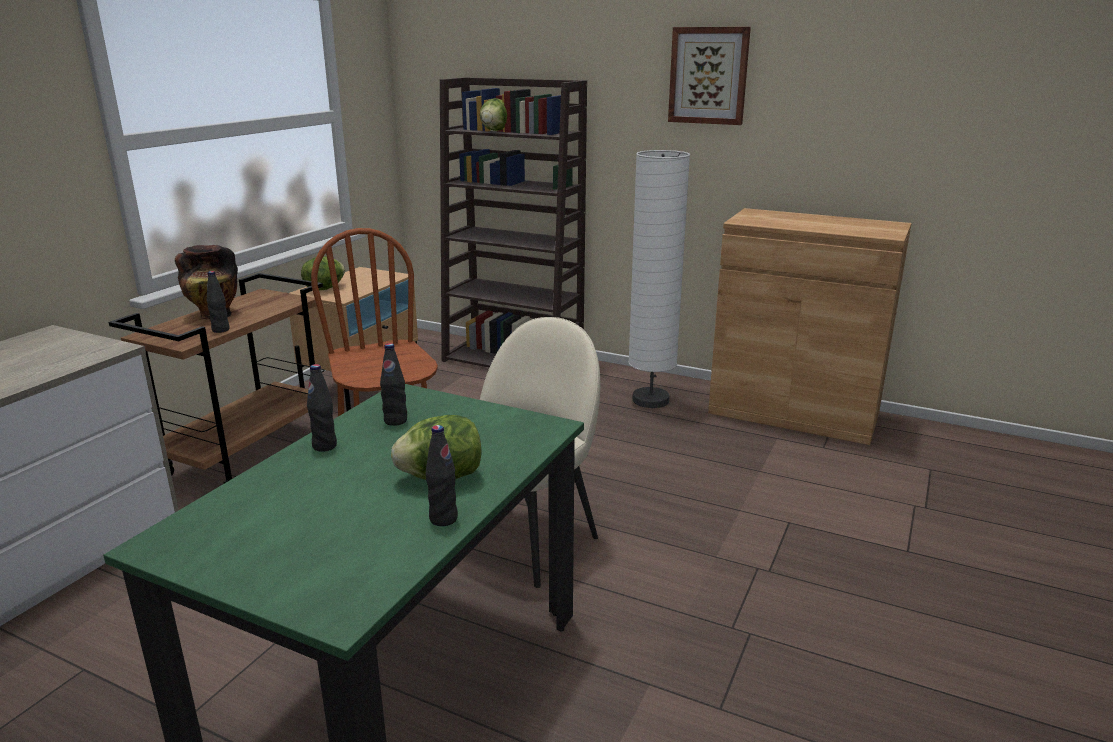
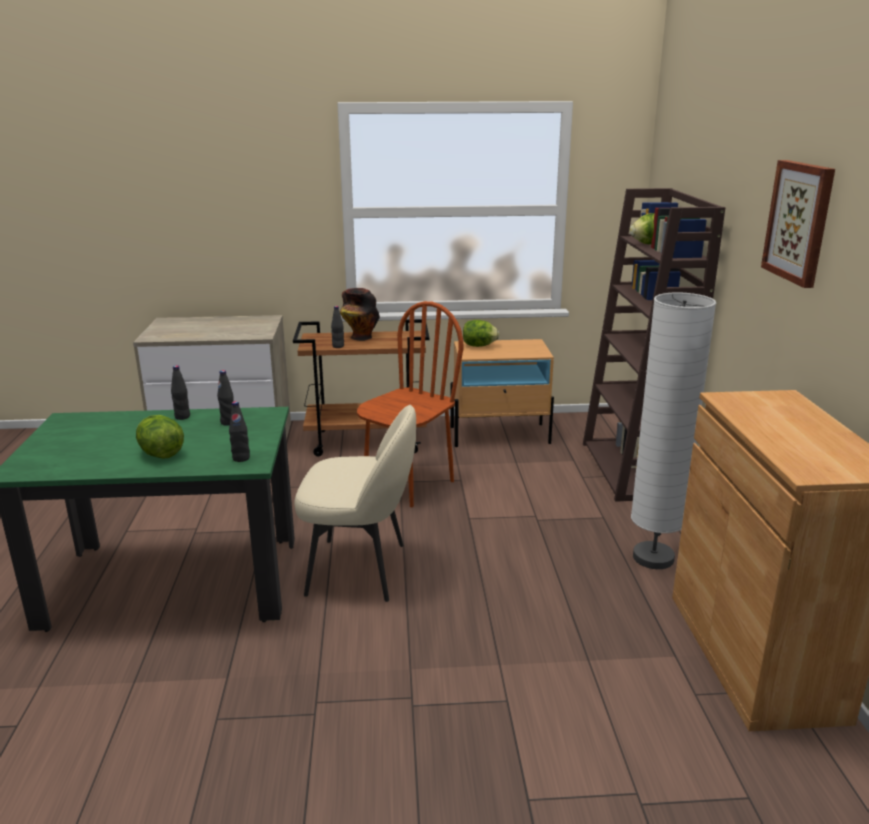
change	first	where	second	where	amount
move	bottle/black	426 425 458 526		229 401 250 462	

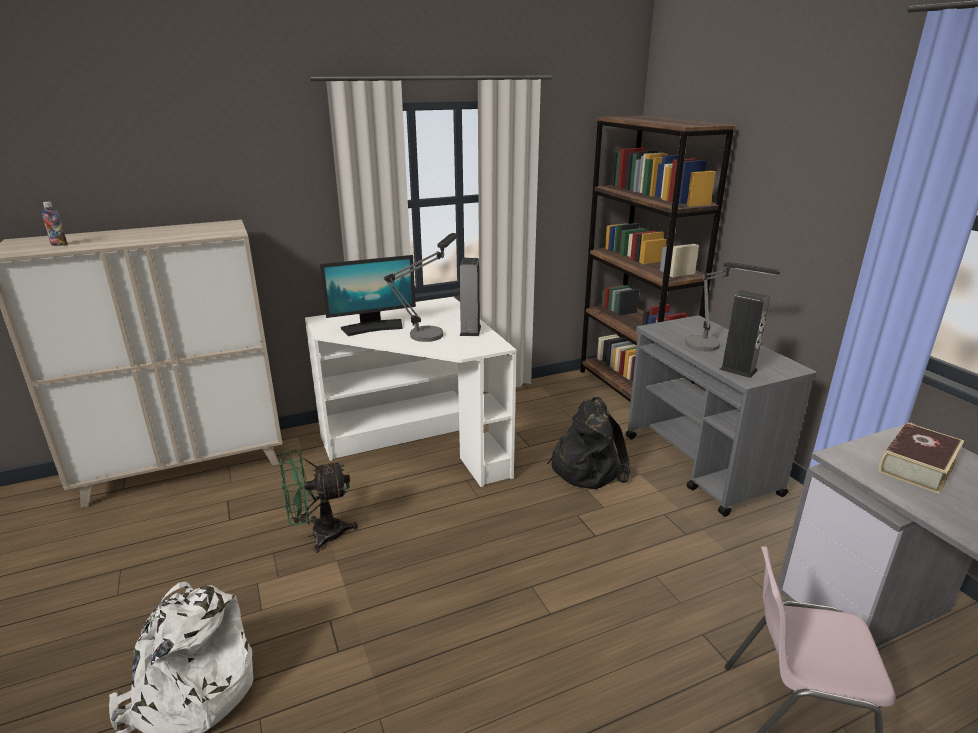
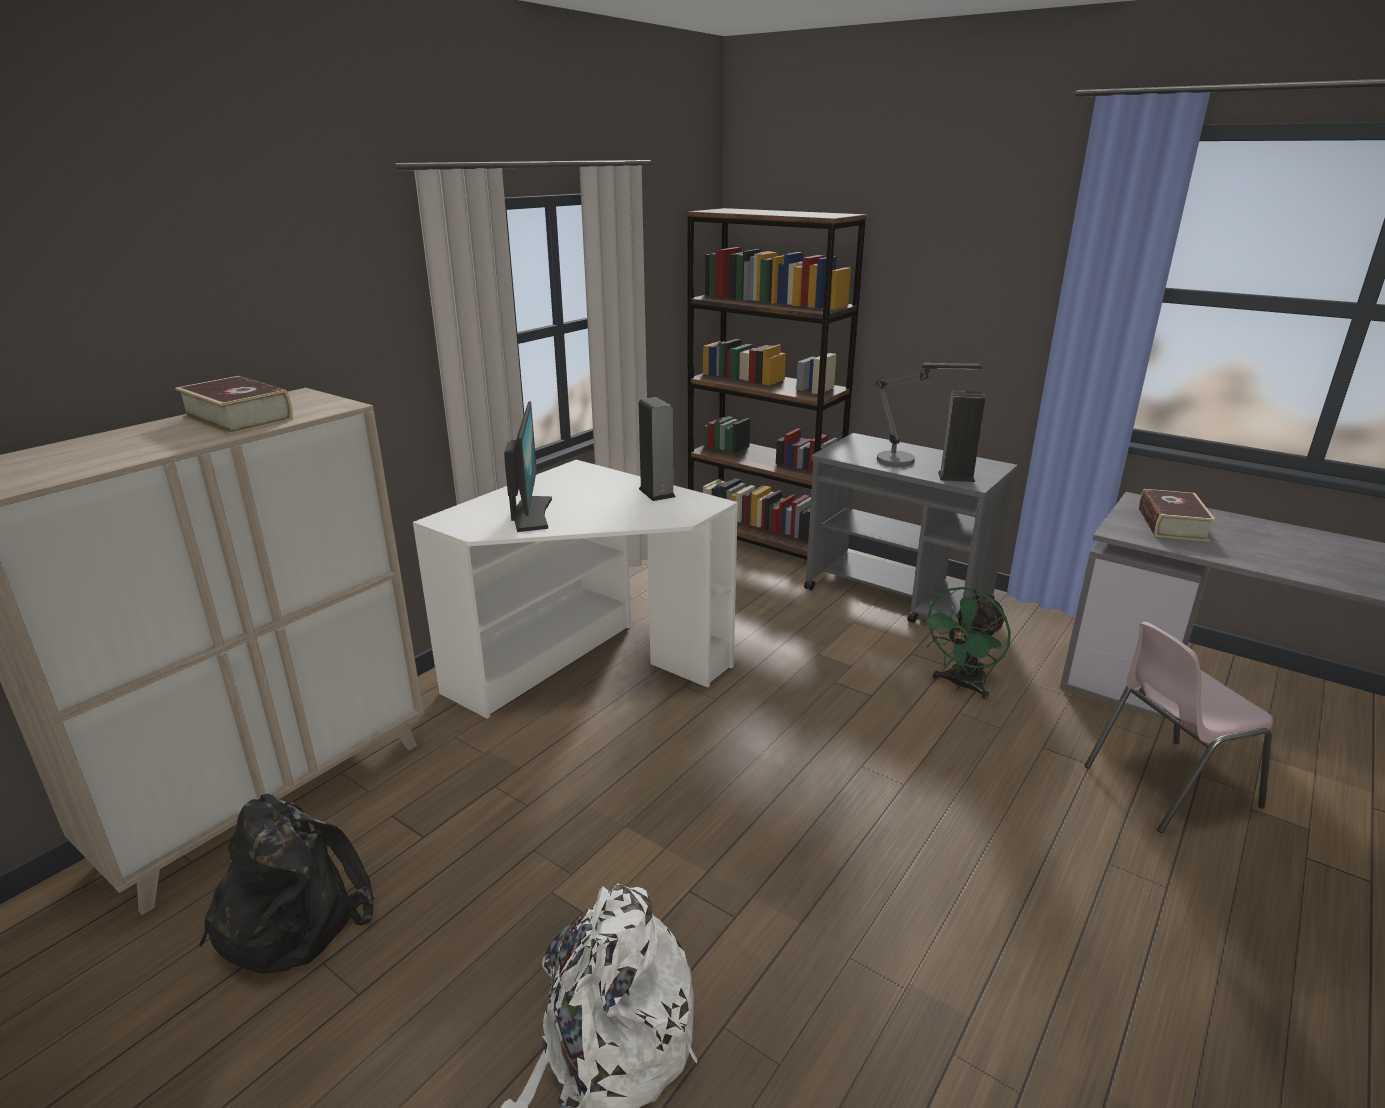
change	first	where	second	where	amount
delete	bottle	42 202 67 246			
move	fan/green	280 448 358 553		920 587 1011 699	
rotate	monitor	320 255 416 336		504 401 552 532	45 degrees counterclockwise
delete	table lamp	384 233 458 342			
move	backpack/black	547 397 630 489		199 794 374 974	
insert			book	175 376 293 435	

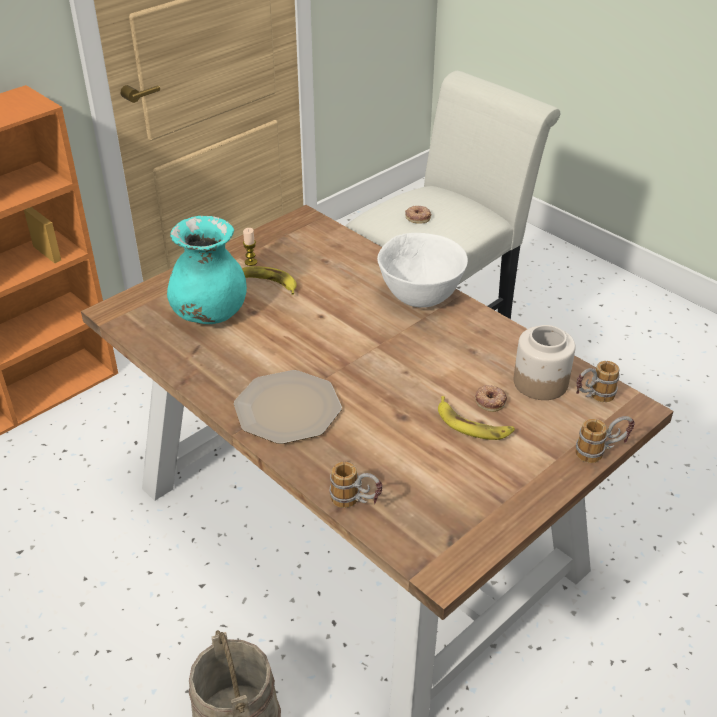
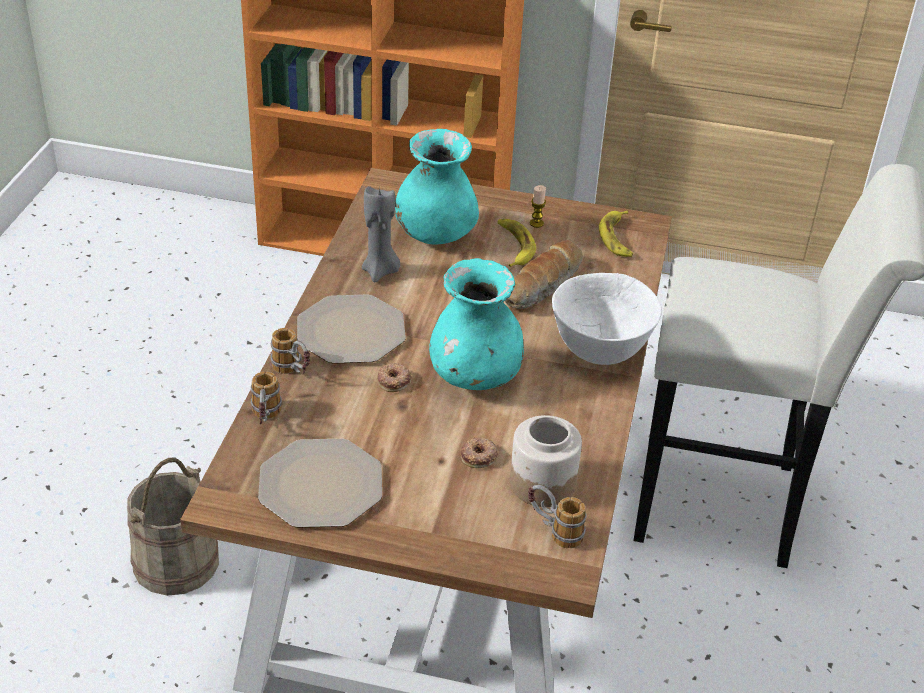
change	first	where	second	where	amount
move	donut	405 206 431 224		377 363 412 392	
move	banana	438 396 515 440		599 211 633 257	
move	mug	575 416 635 463		271 328 310 374	
insert			plate	258 439 382 528	
insert			candle/grey	362 185 400 283	
insert			vase/turquoise	429 258 524 390	
insert			bread	505 240 583 309	

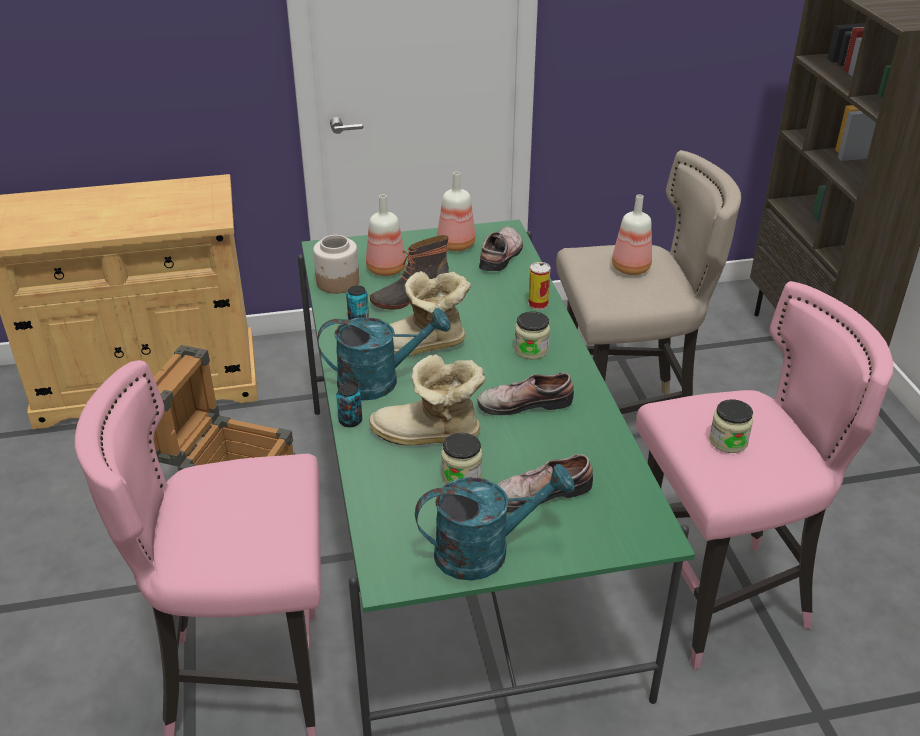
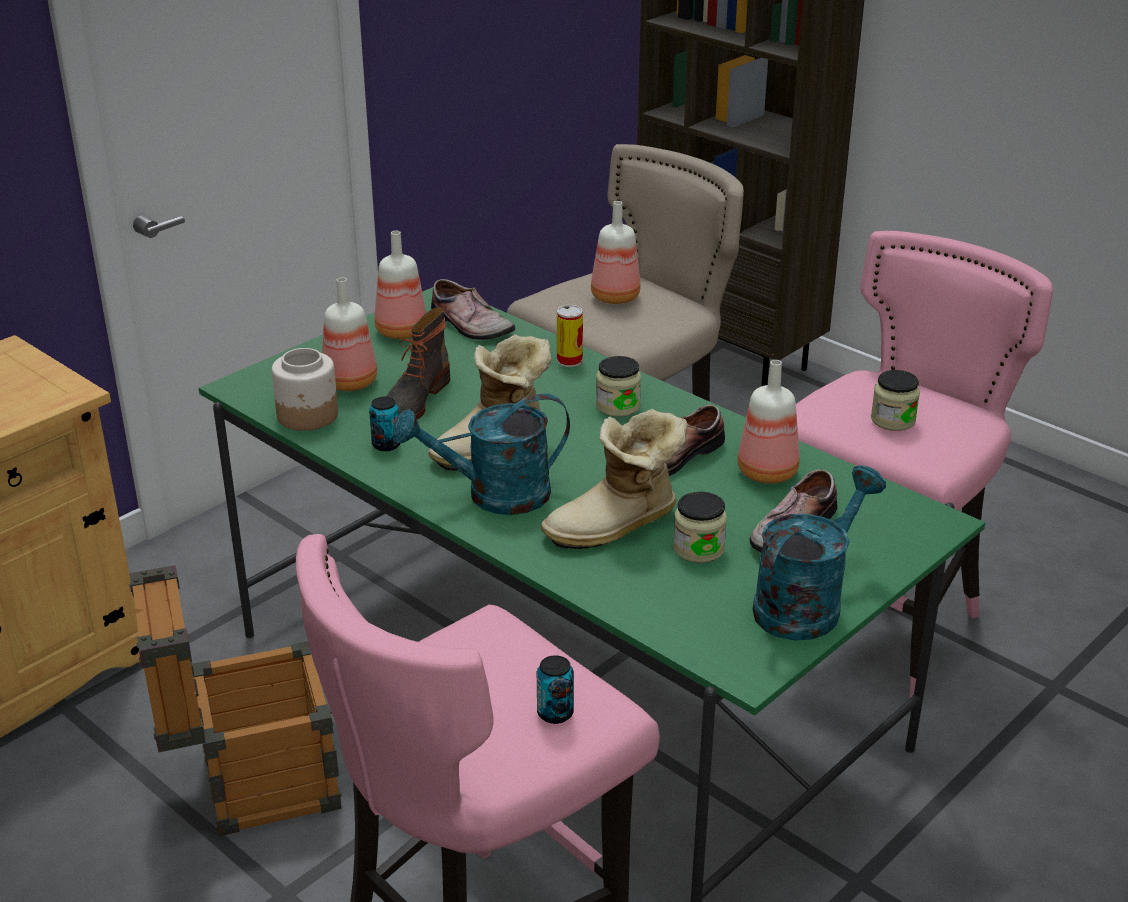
change	first	where	second	where	amount
rotate	watering can/turquoise	317 308 451 401		393 393 570 515	150 degrees counterclockwise
move	can	336 383 362 427		537 655 574 724	
rotate	shoe	479 227 523 271		431 279 515 340	150 degrees clockwise
insert			bottle	737 360 800 484	

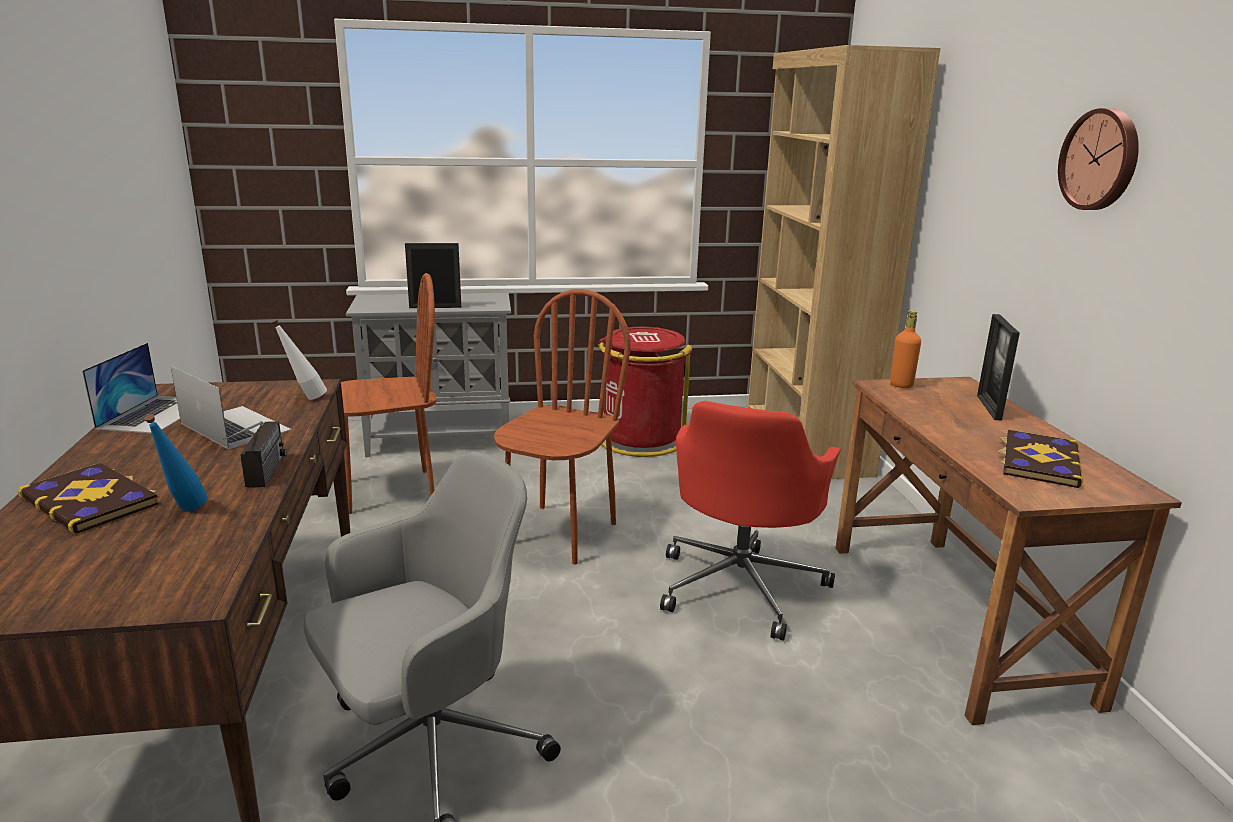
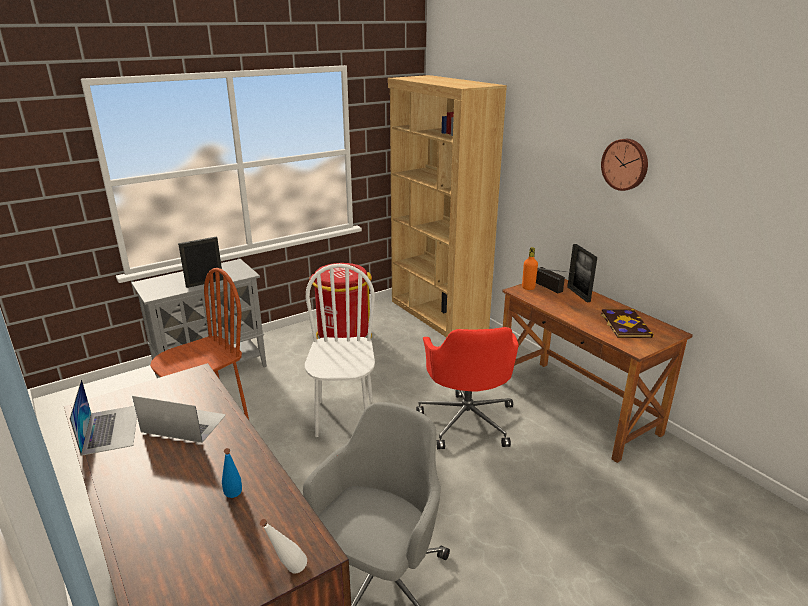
change	first	where	second	where	amount
delete	book	18 463 159 534			
move	radio	223 421 286 488		536 267 575 293	
move	bottle/white	271 319 327 400		260 519 307 574	
recolor	chair/brown	494 289 631 564	chair/white	305 264 375 437	

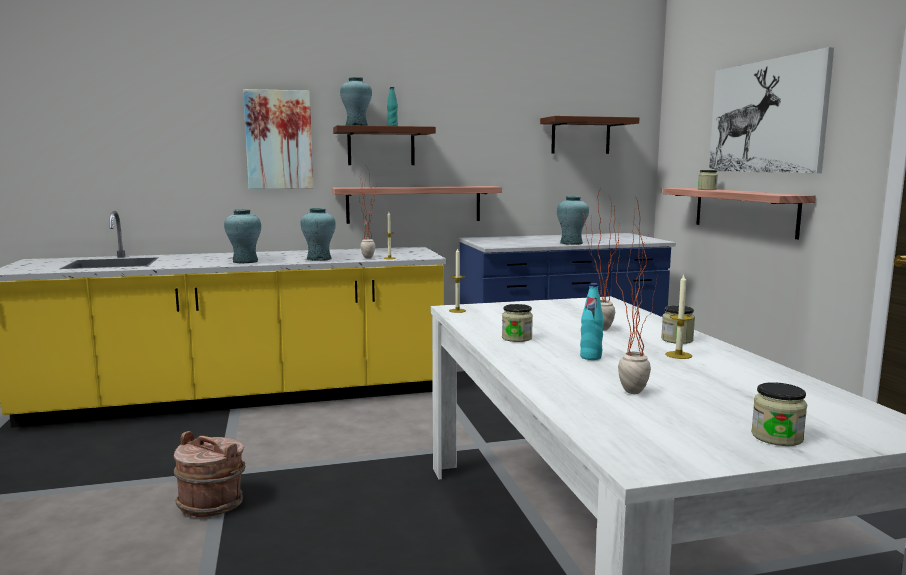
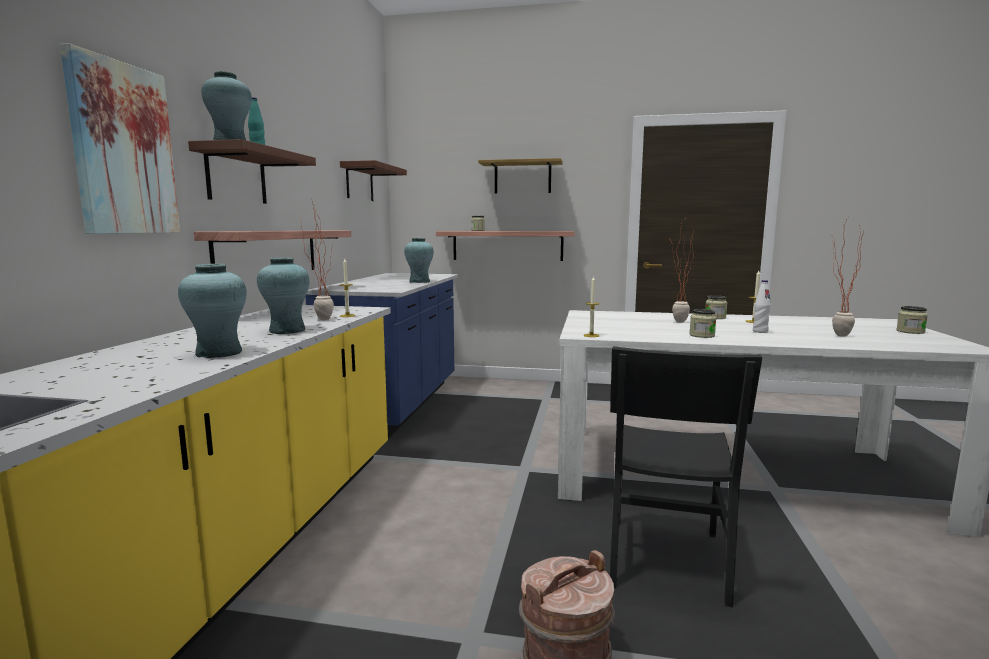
change	first	where	second	where	amount
recolor	bottle/turquoise	580 283 604 360	bottle/white	753 280 771 333	
replace	picture	709 47 834 173	shelf	478 158 563 194	
insert			chair/black	610 346 762 607	

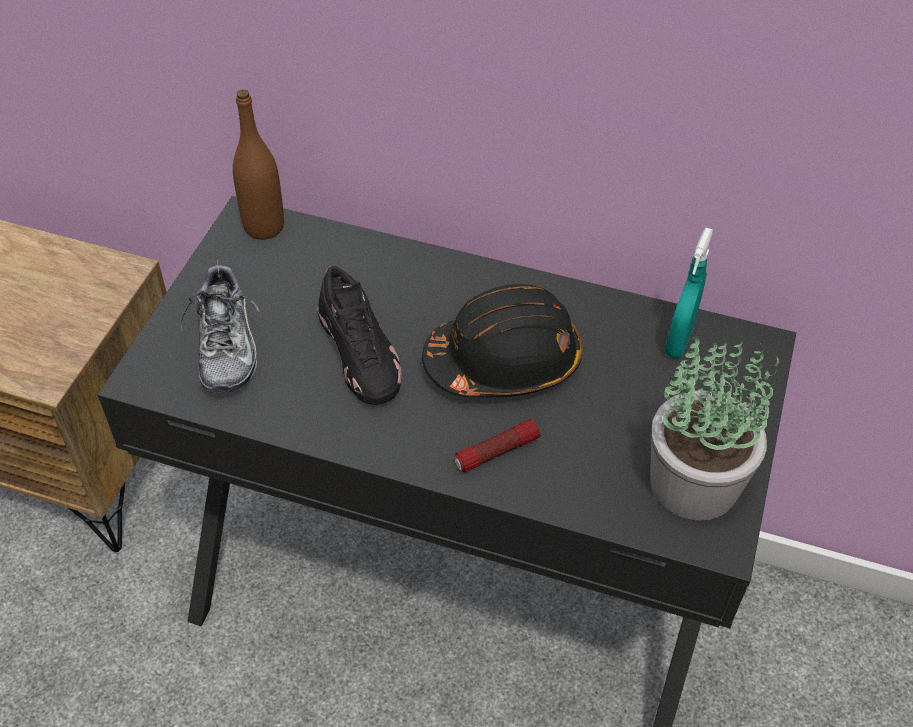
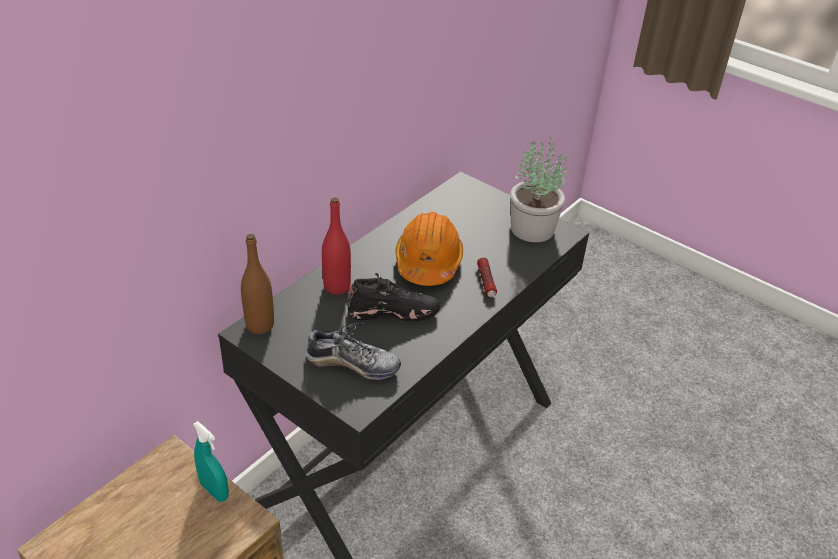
change	first	where	second	where	amount
recolor	hard hat/black	422 284 582 398	hard hat/orange	395 212 463 286	
move	spray bottle/turquoise	665 227 713 358		193 421 229 502	
insert			bottle/red	322 197 351 295	

